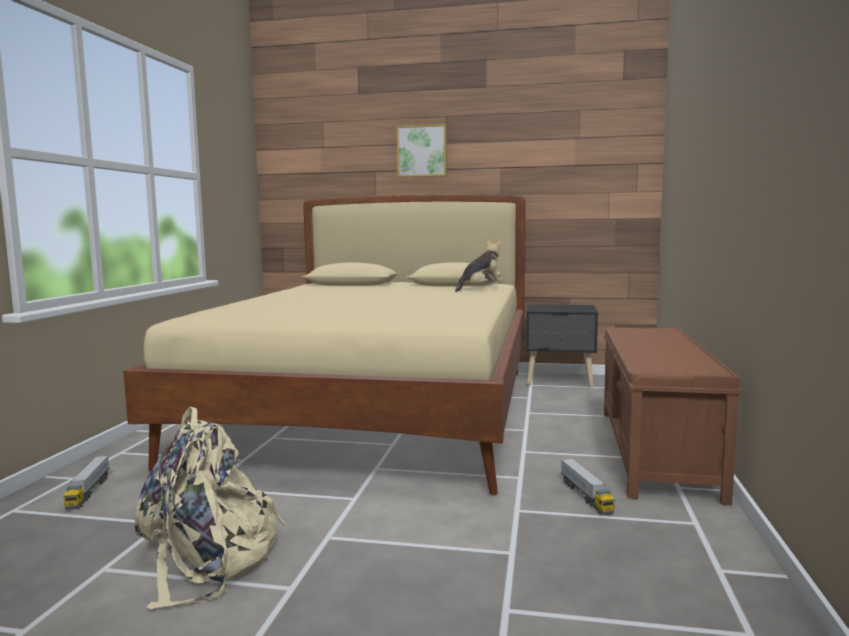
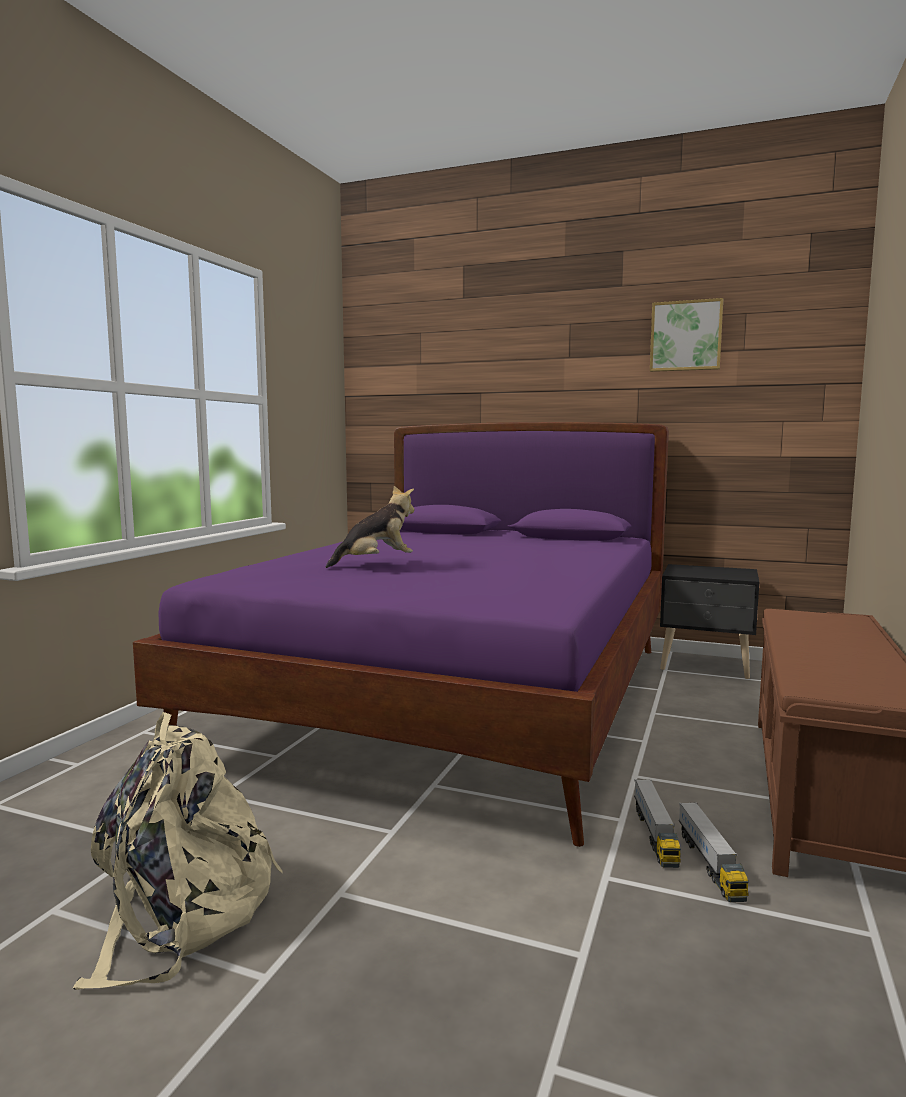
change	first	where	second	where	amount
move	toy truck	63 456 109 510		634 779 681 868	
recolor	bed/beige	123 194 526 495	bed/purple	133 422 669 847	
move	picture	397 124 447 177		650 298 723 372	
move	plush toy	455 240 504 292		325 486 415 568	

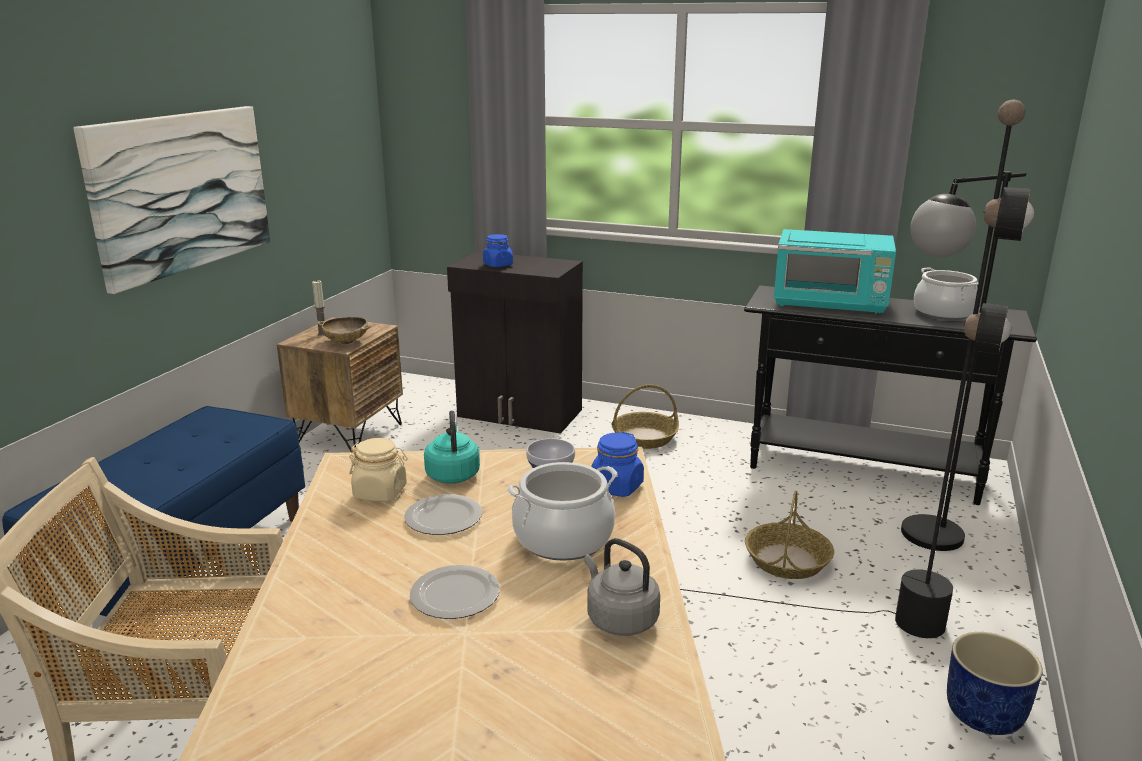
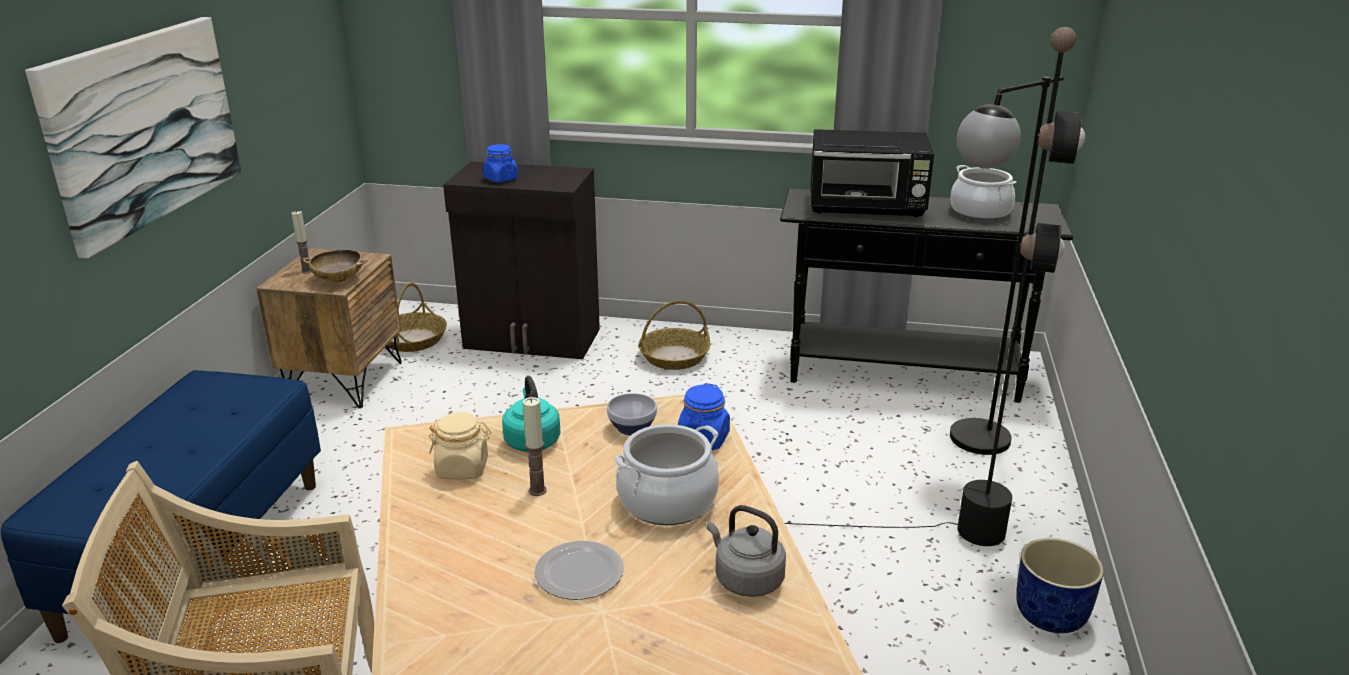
change	first	where	second	where	amount
replace	plate	404 494 482 535	candle	523 397 547 496	
move	basket	745 491 834 579		387 283 447 352	
recolor	microwave/turquoise	774 229 896 314	microwave/black	811 129 934 218	

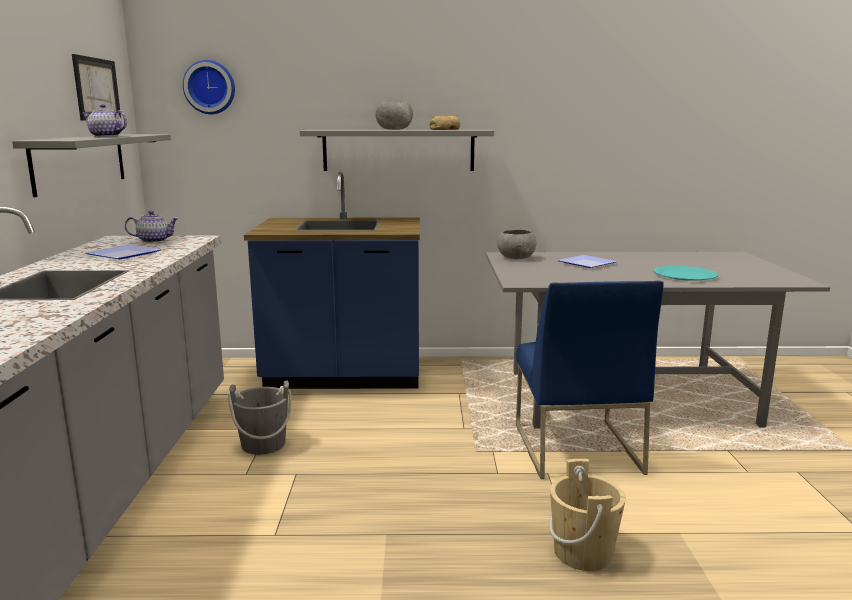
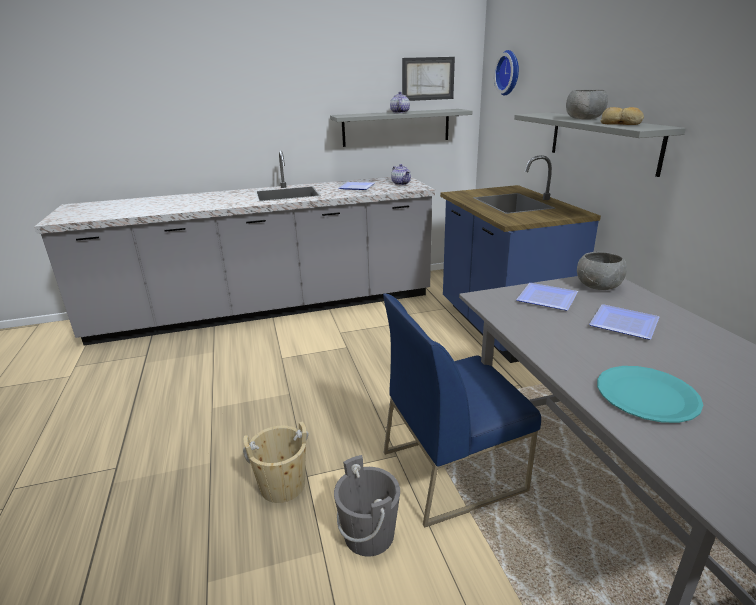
change	first	where	second	where	amount
move	bucket/grey	228 381 292 455		334 455 400 557	
insert			plate	516 283 578 311	

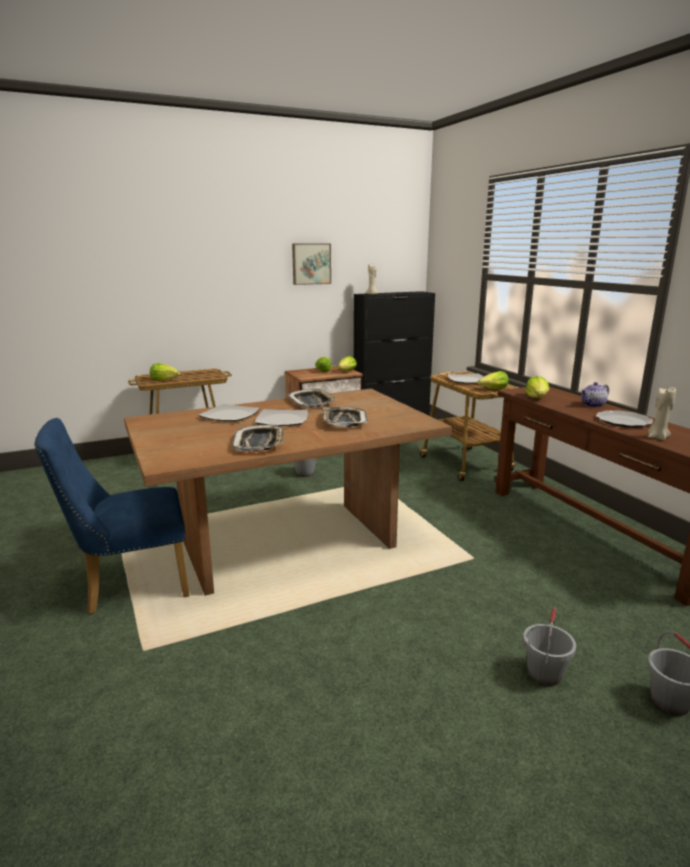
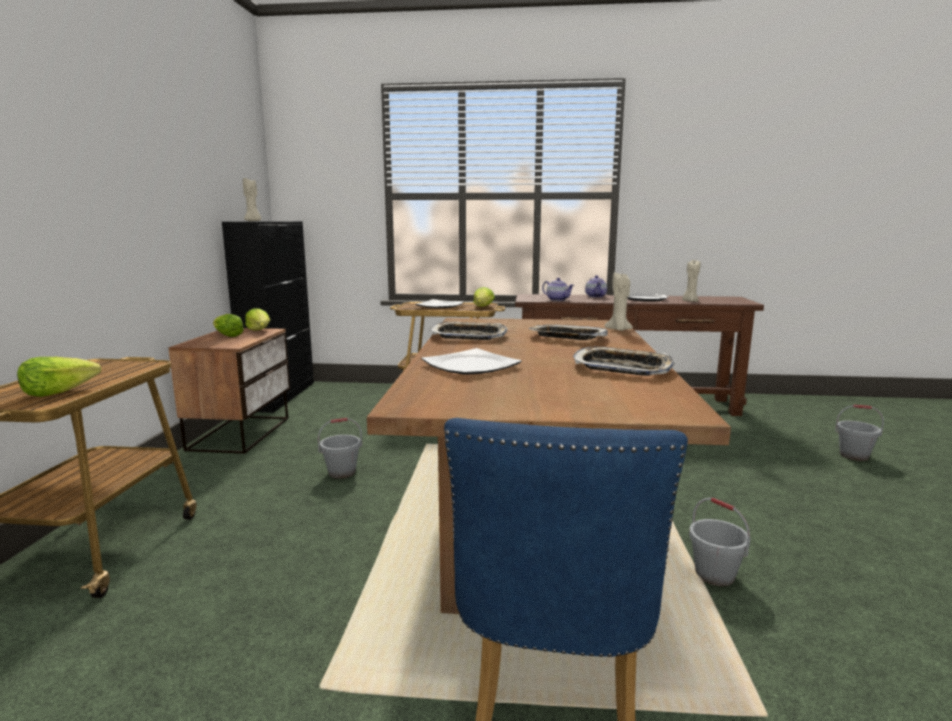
change	first	where	second	where	amount
delete	plate	255 409 308 426			
delete	picture	292 244 331 285			
move	bucket/grey	523 608 576 686		689 498 750 586	
replace	lettuce	525 376 549 398	teapot	542 278 574 301	
insert			candle/beige	605 273 633 331	

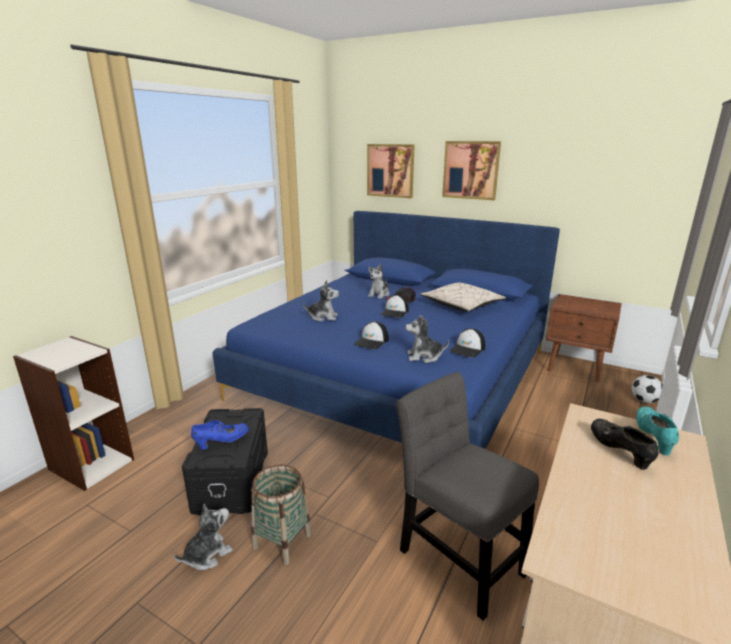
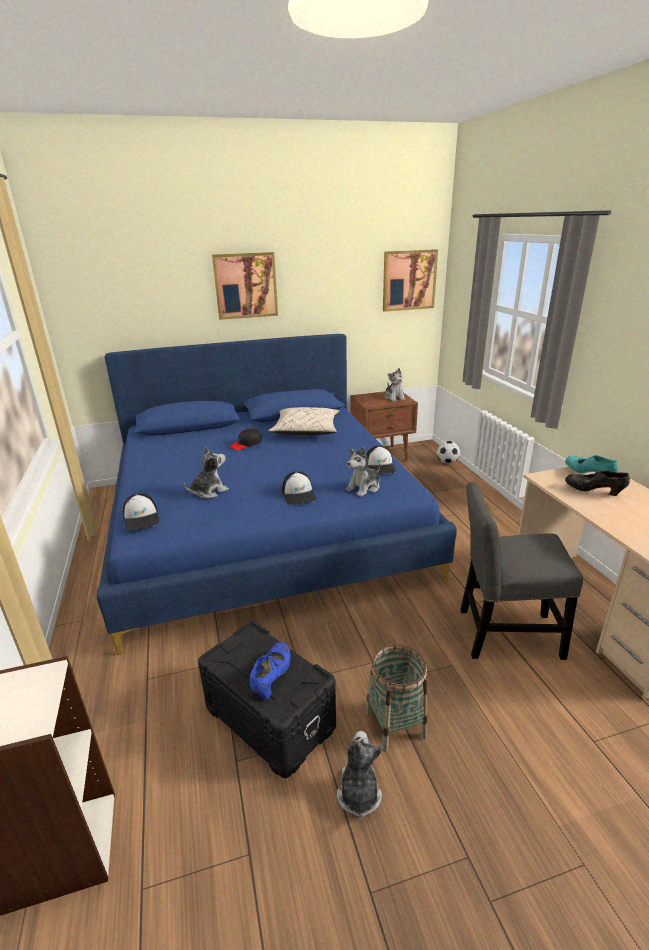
change	first	where	second	where	amount
move	picture	367 144 415 198		383 249 438 312	
move	plush toy	368 264 390 299		384 368 406 402	
move	cap	380 295 409 318		123 493 159 530	

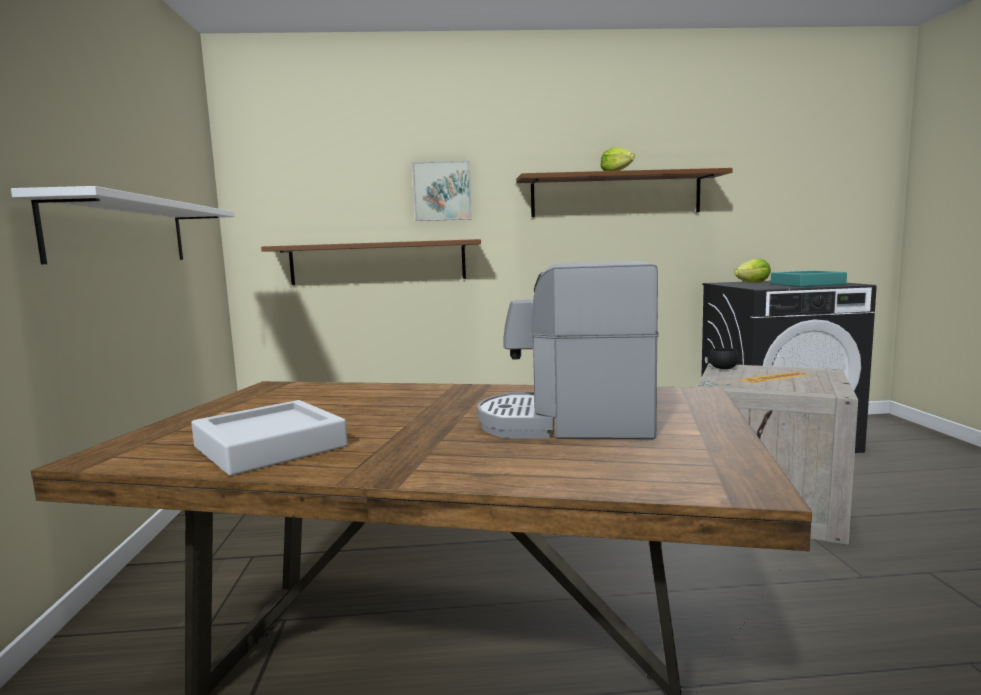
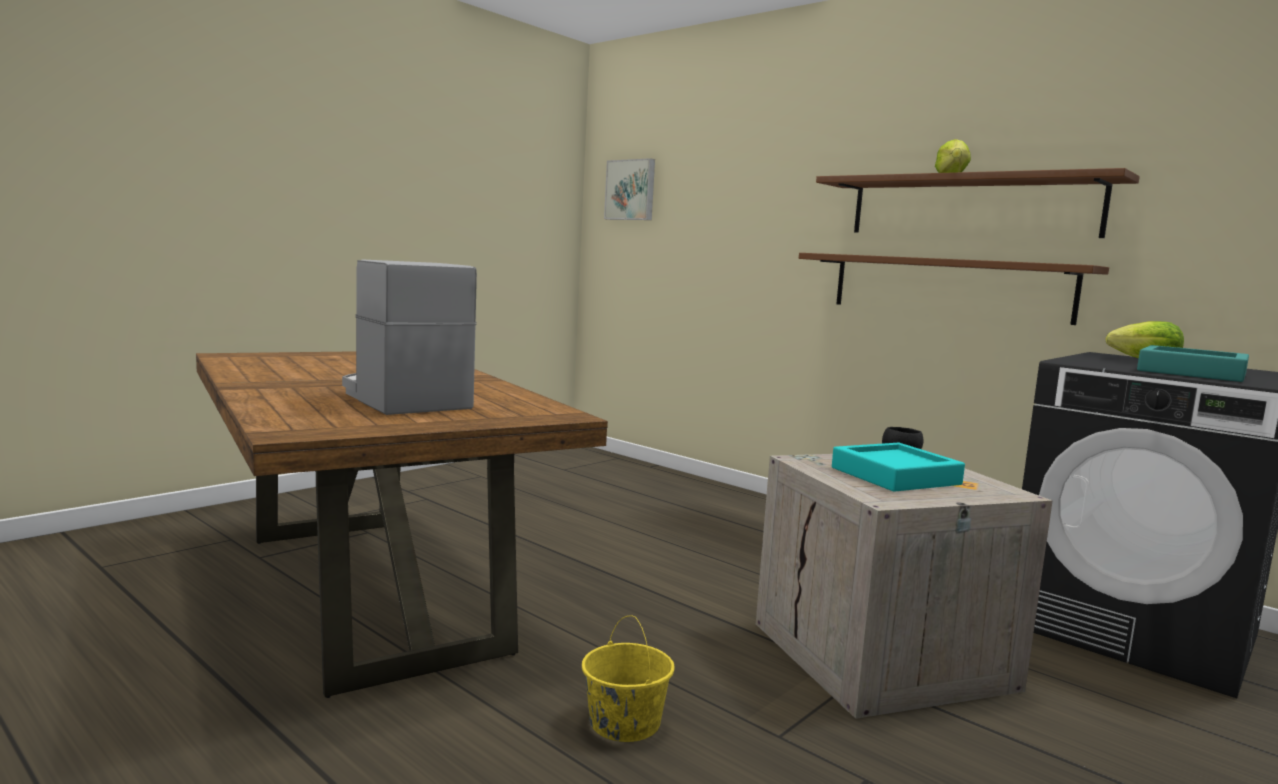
change	first	where	second	where	amount
delete	shelf/white	11 186 235 264			
delete	tray/grey	191 400 348 476			
move	shelf/brown	261 239 481 285		799 253 1109 325	
move	picture	412 161 472 221		604 158 655 220	
insert			bucket/yellow	582 615 675 742	
insert			tray/turquoise	832 443 965 492	

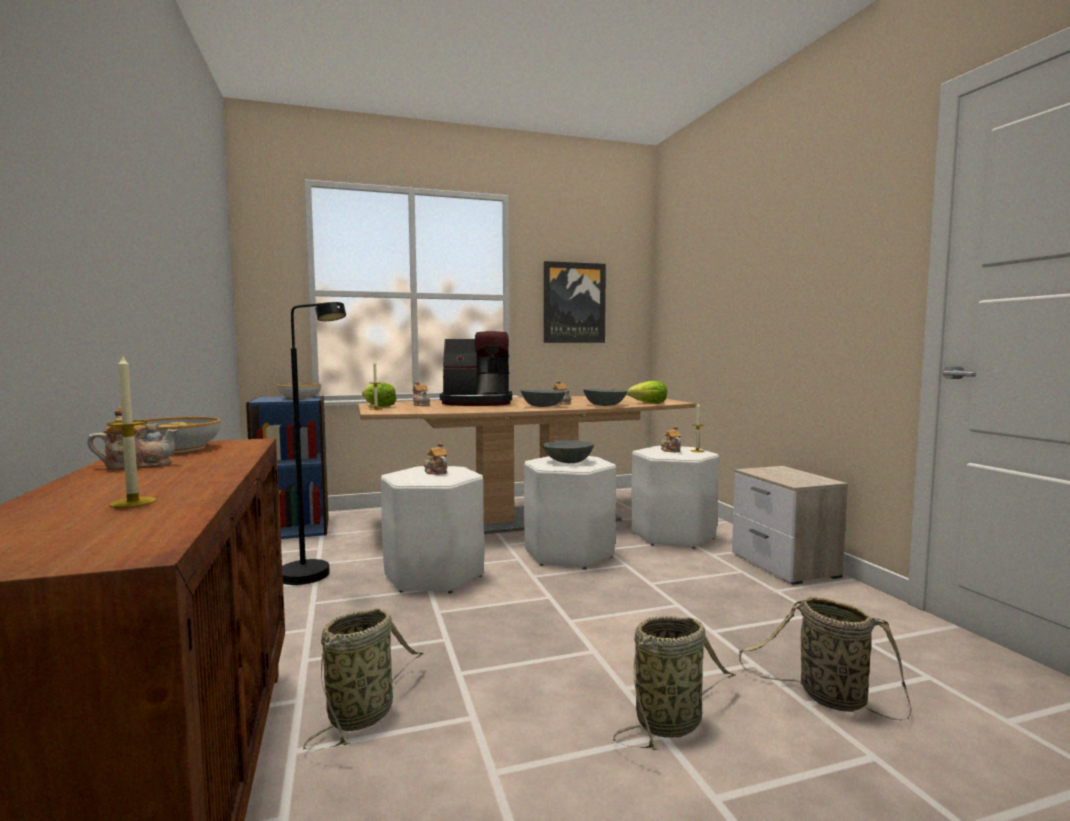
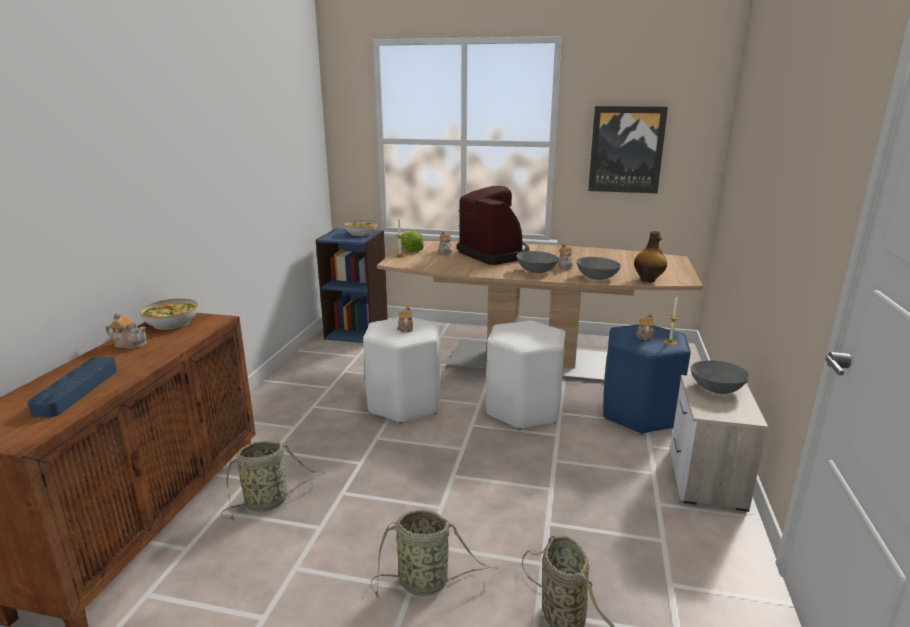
change	first	where	second	where	amount
replace	candle	107 353 157 508	tray/blue	27 357 117 418	
delete	floor lamp/black	282 302 346 585			
rotate	coffee machine	440 331 512 406		457 186 529 265	150 degrees counterclockwise
move	bowl/grey	543 440 594 463		691 360 750 394	
replace	lettuce	627 381 667 404	bottle	634 231 667 282	
recolor	stool/white	631 446 719 549	stool/blue	603 324 691 434	

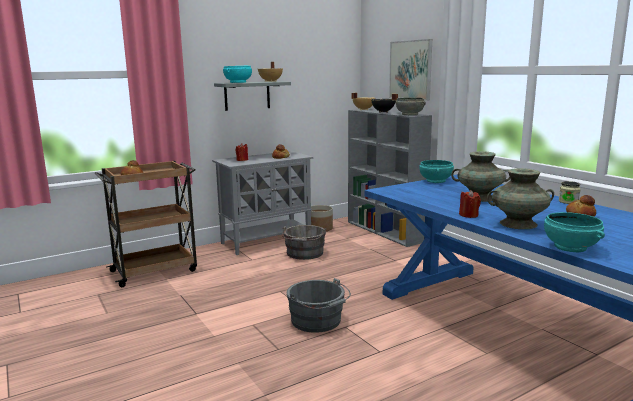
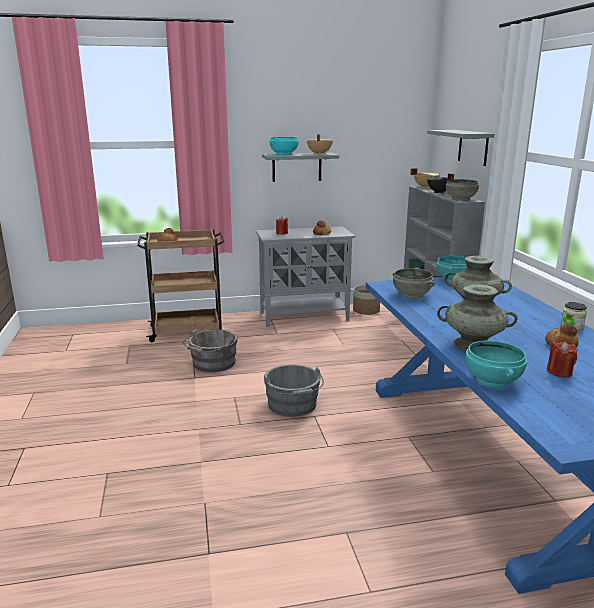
change	first	where	second	where	amount
move	bucket/grey	282 225 326 260		183 329 238 372	
replace	picture	389 39 432 101	shelf/grey	427 130 495 166	
move	candle/red	459 190 481 218		547 341 577 378	
insert			bowl/grey	393 268 435 299	

